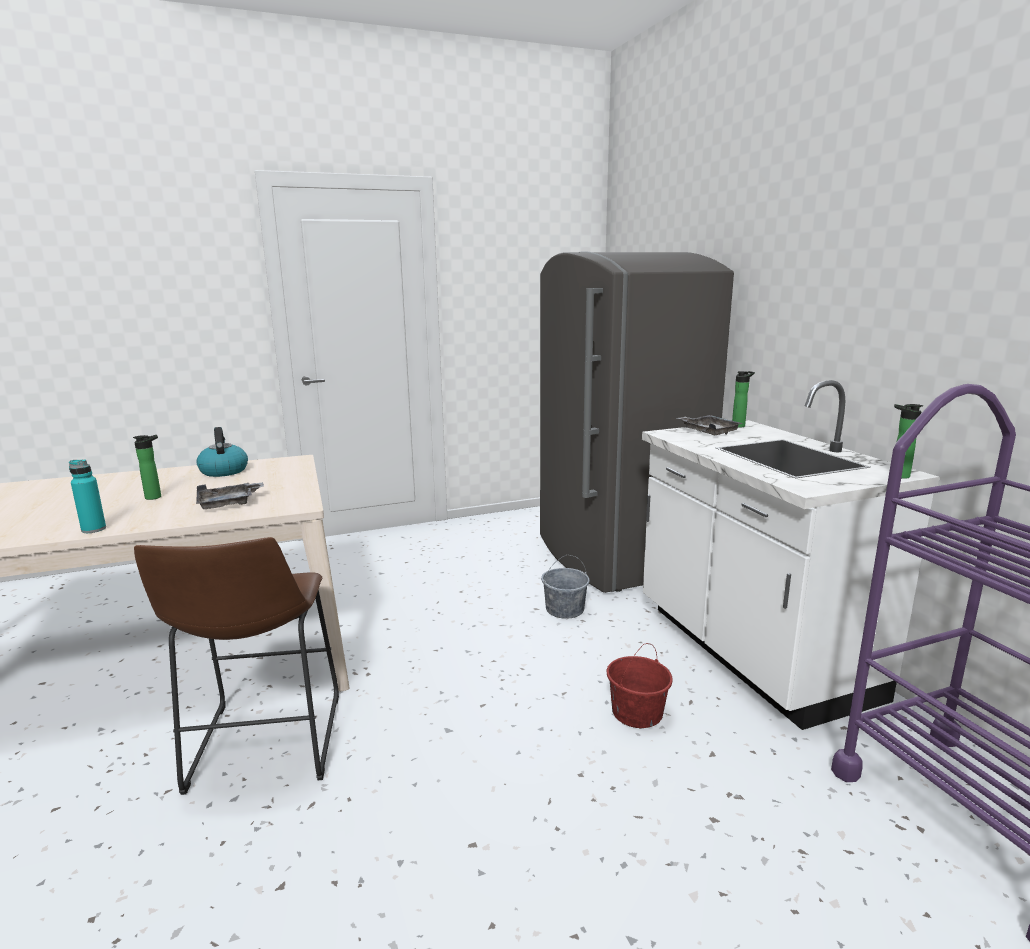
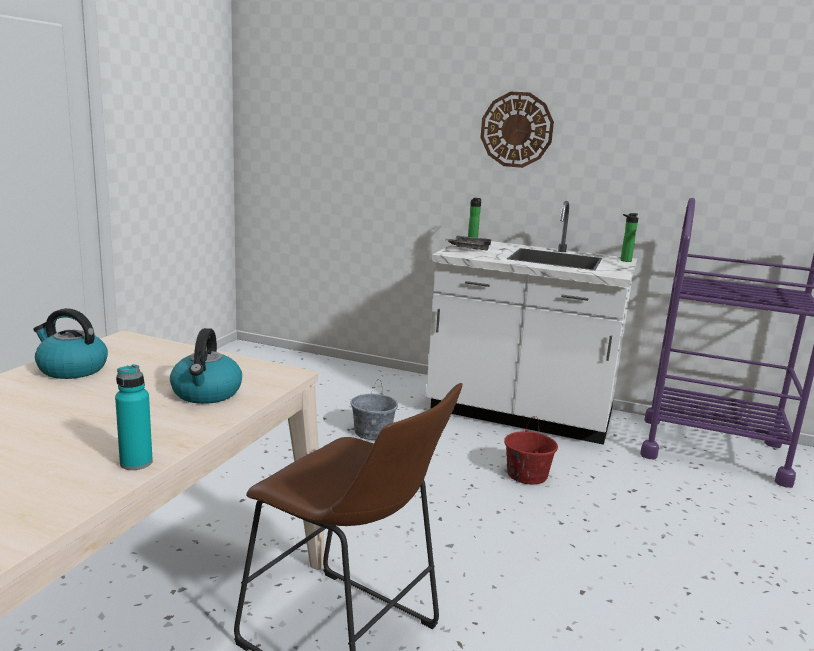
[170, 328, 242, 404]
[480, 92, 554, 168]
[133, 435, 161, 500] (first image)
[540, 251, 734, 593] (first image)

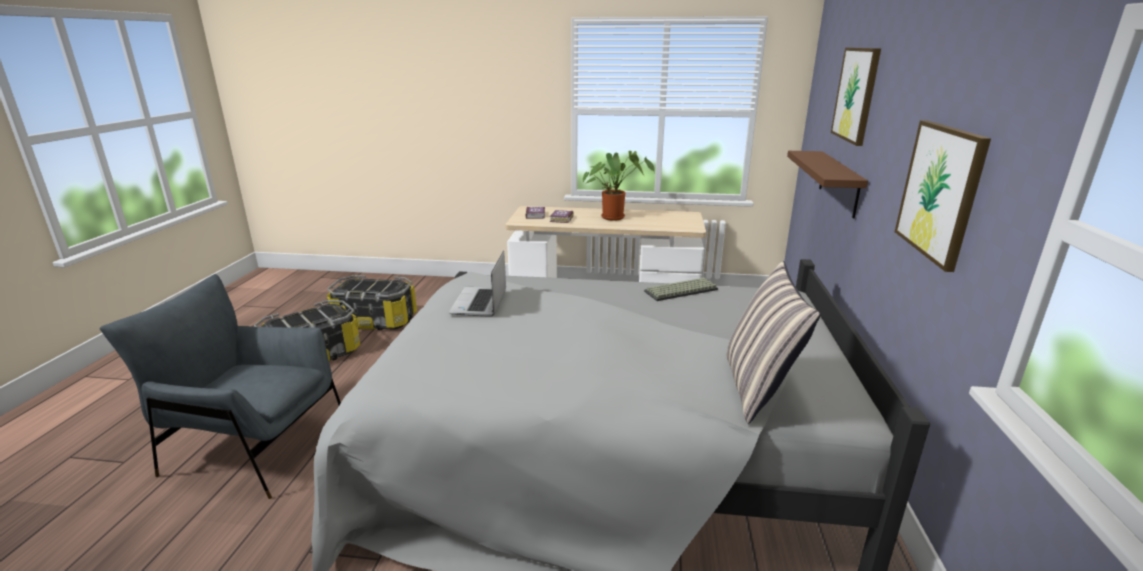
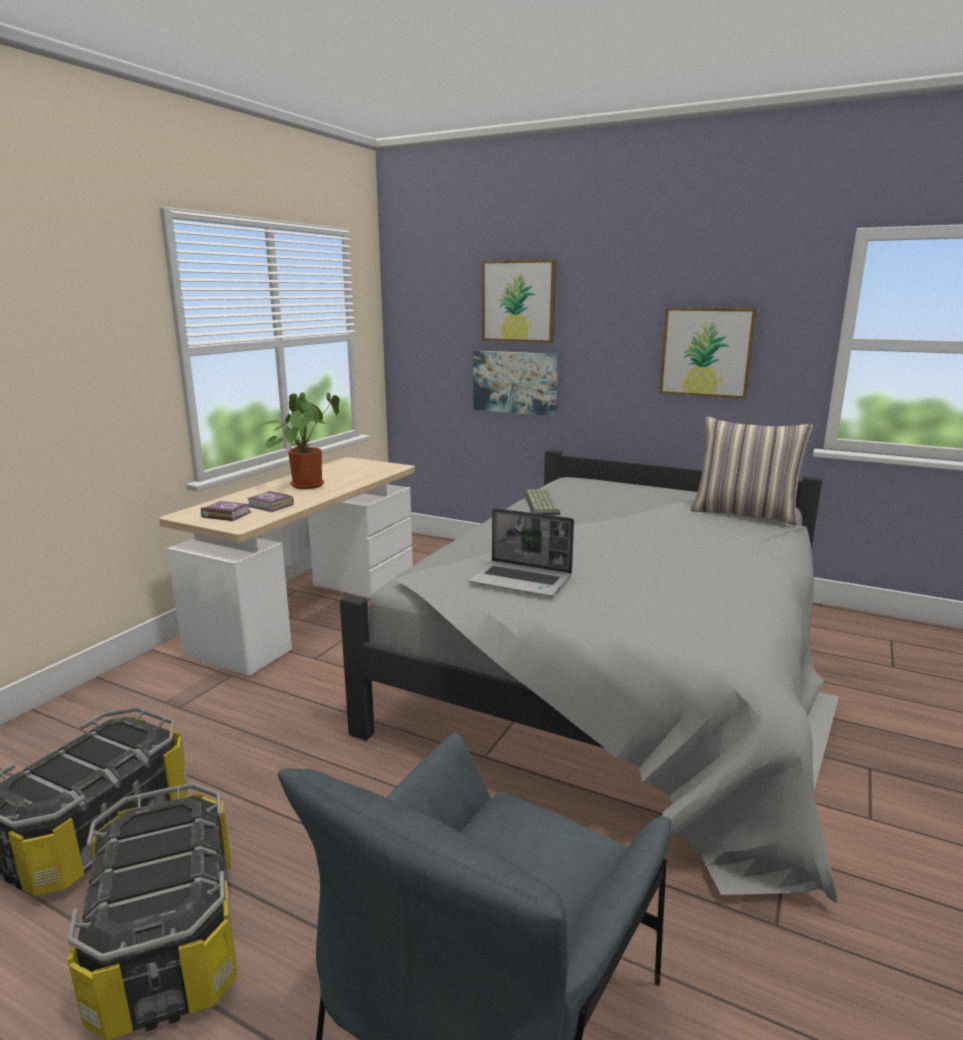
[473, 351, 558, 416]

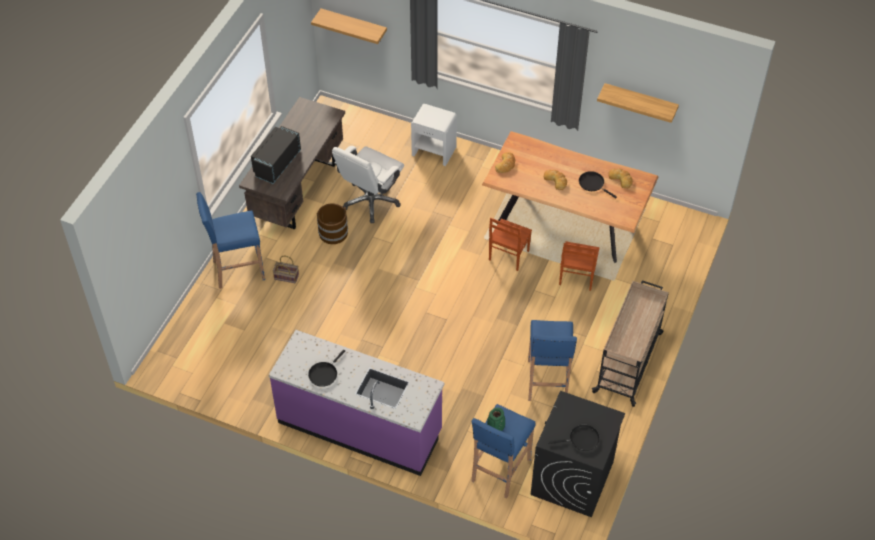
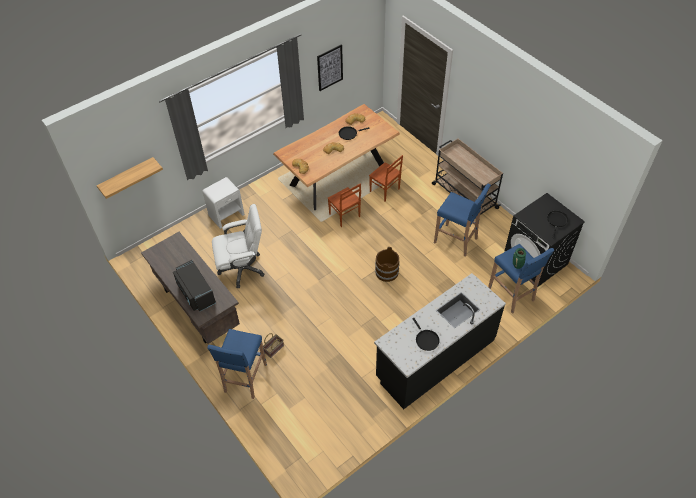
[212, 204, 264, 288]
[317, 44, 343, 91]
[374, 273, 506, 409]
[375, 247, 400, 282]

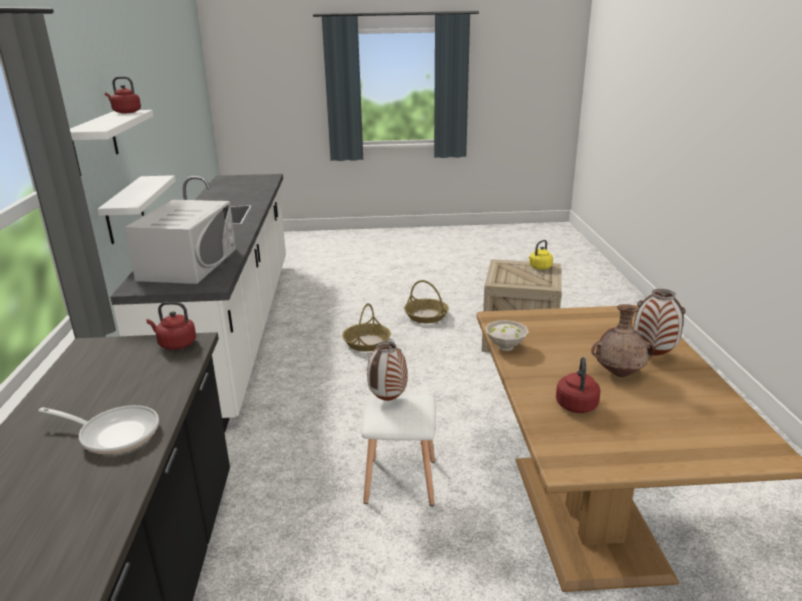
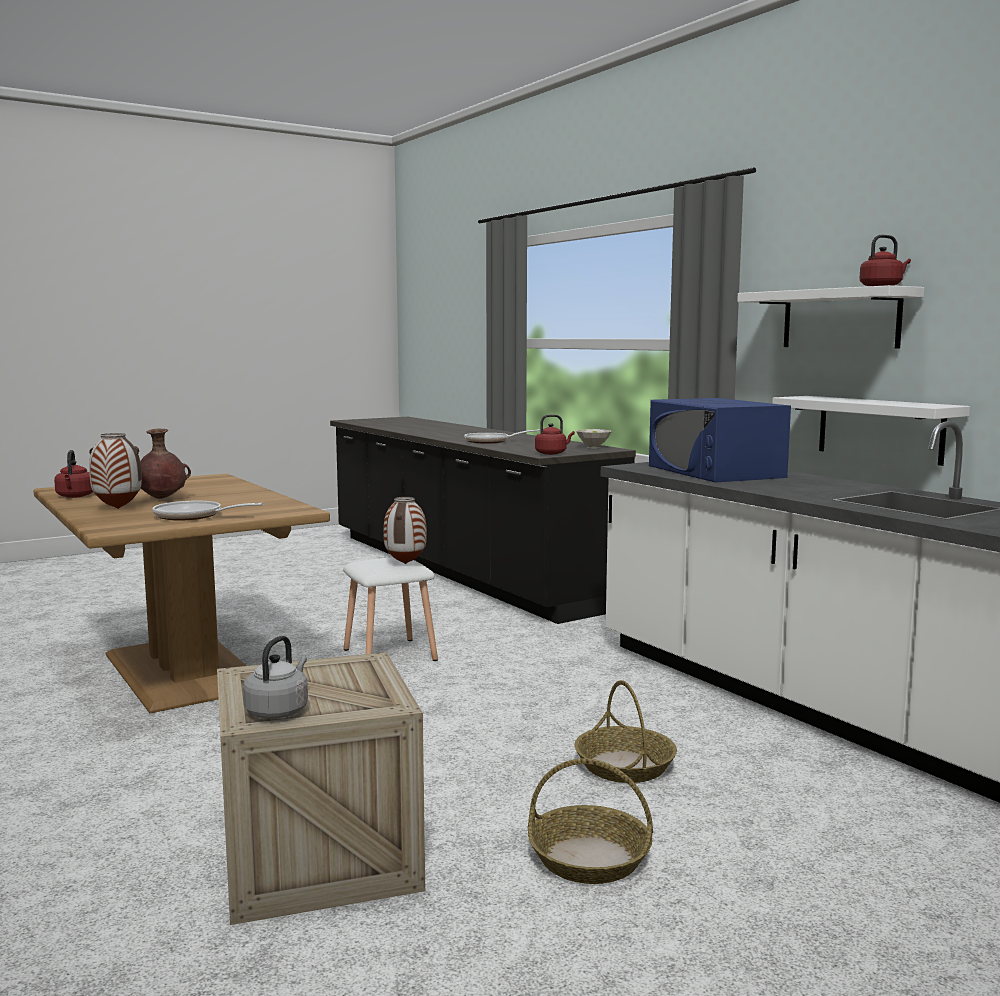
[54, 450, 93, 498]
[152, 501, 263, 521]
[243, 636, 308, 719]
[576, 429, 612, 448]
[649, 398, 791, 483]

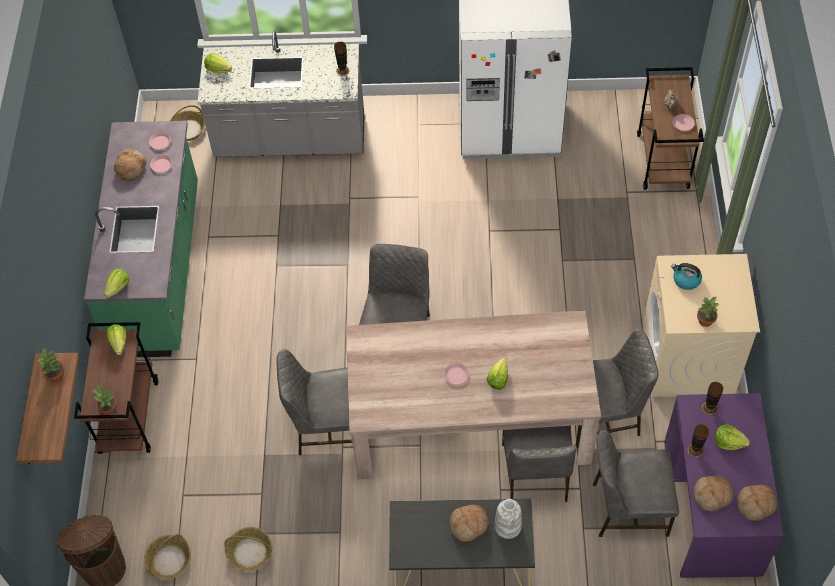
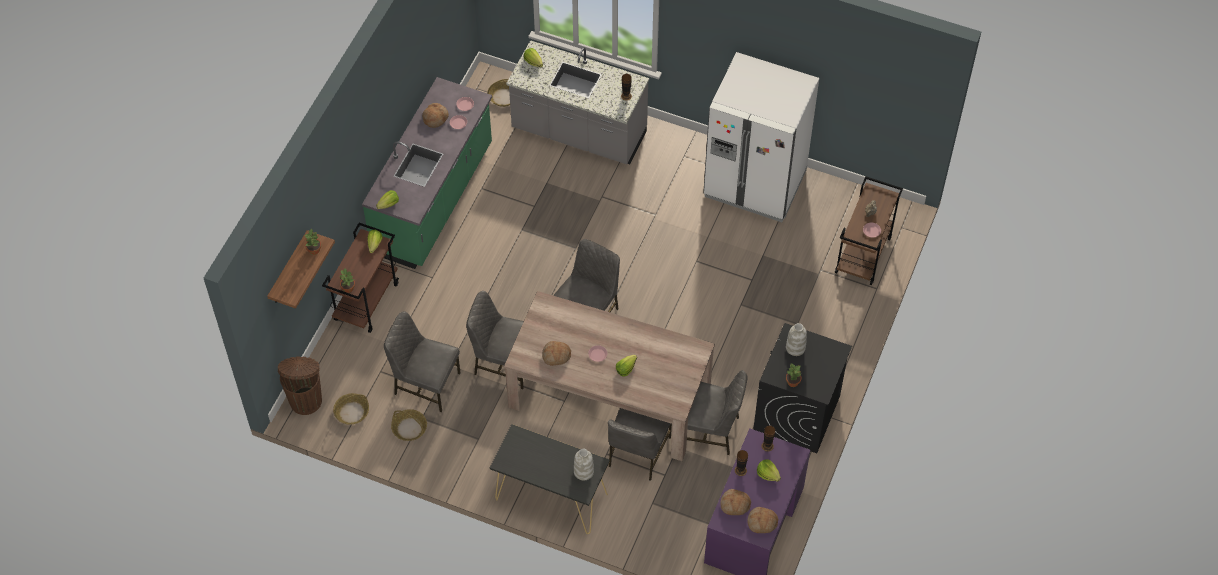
[384, 311, 460, 413]
[542, 341, 571, 366]
[753, 323, 852, 453]
[786, 323, 807, 356]

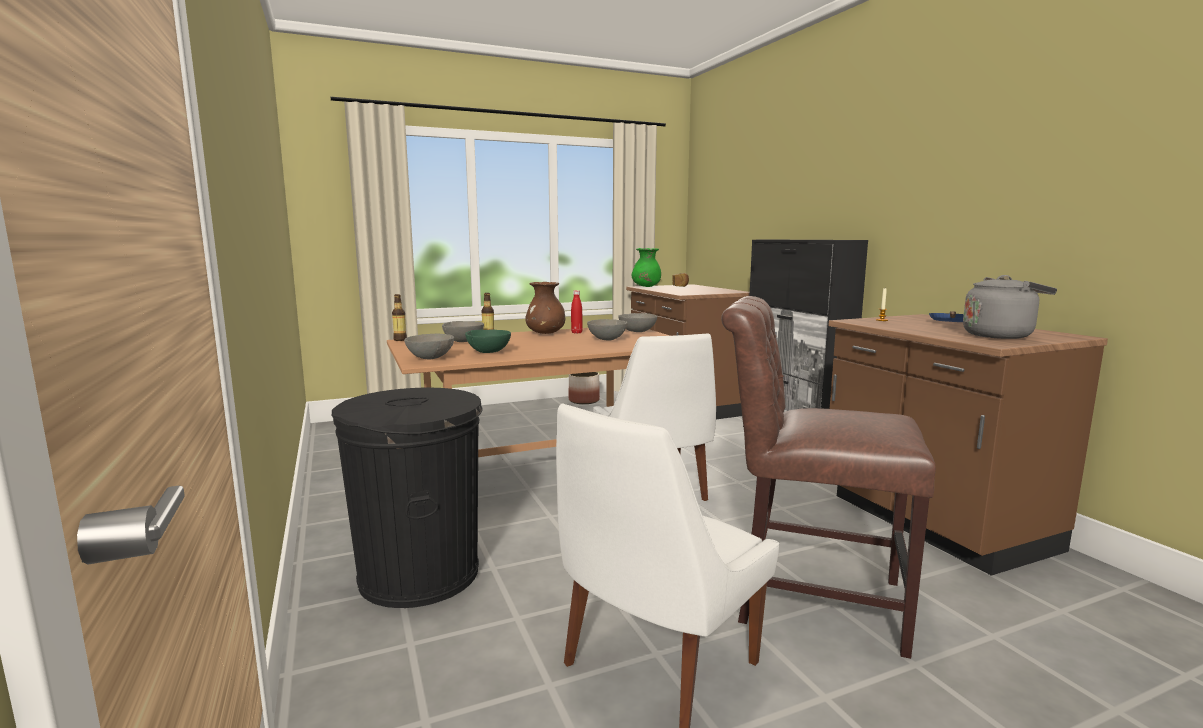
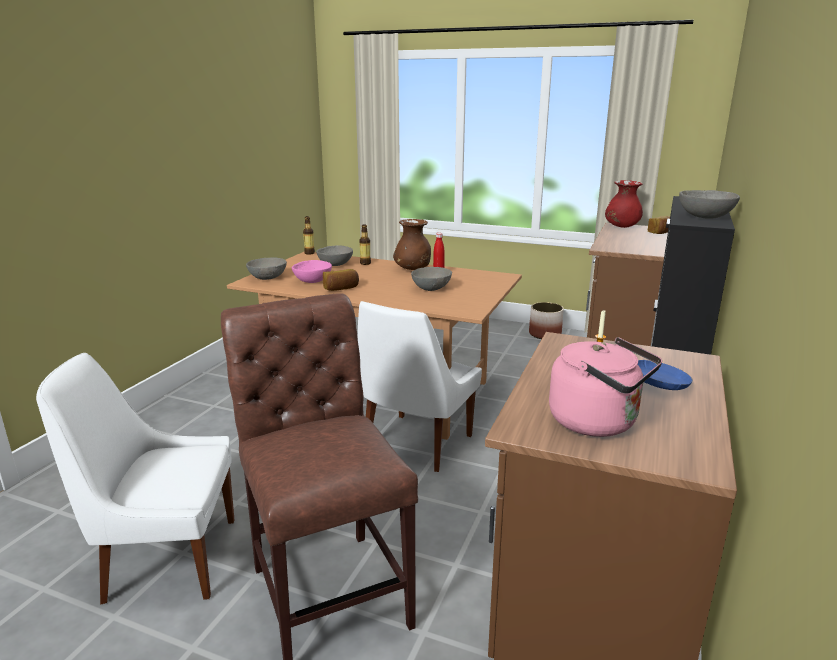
[292, 260, 332, 283]
[323, 269, 359, 291]
[549, 337, 662, 437]
[605, 180, 643, 228]
[679, 190, 740, 219]
[331, 388, 482, 608] (first image)

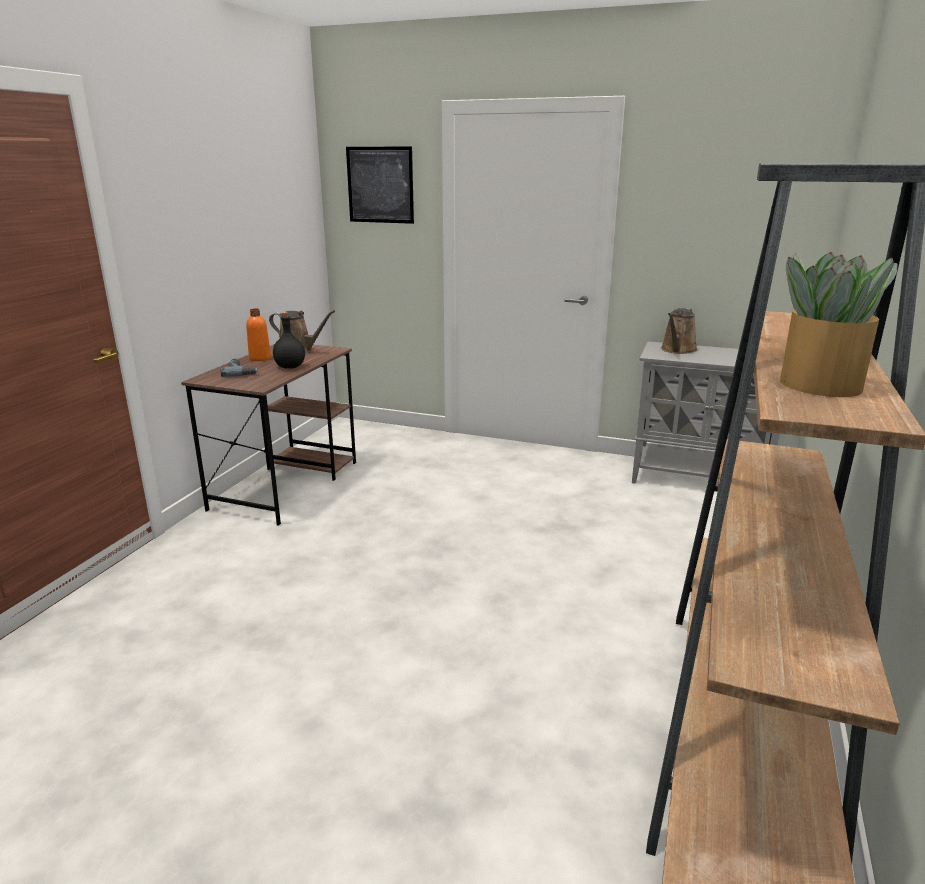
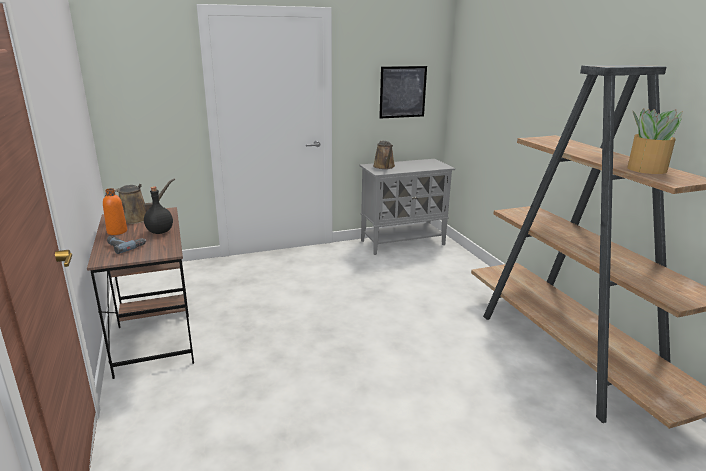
[379, 66, 427, 119]

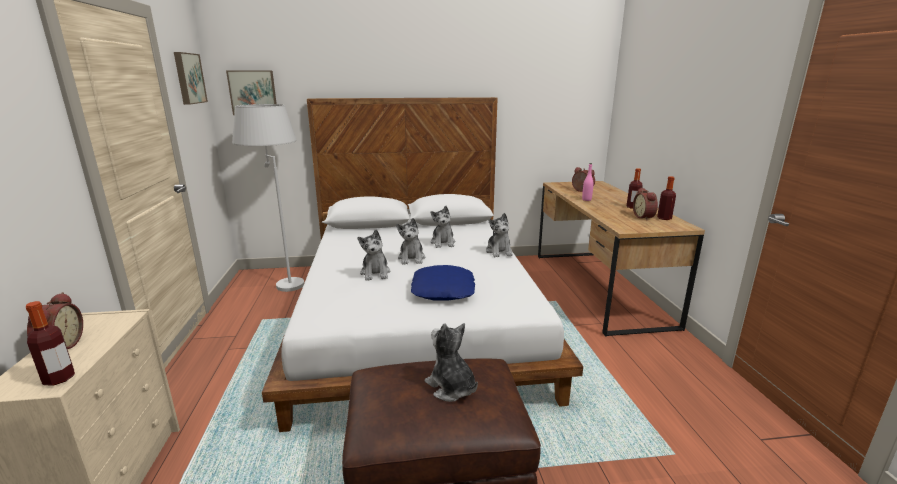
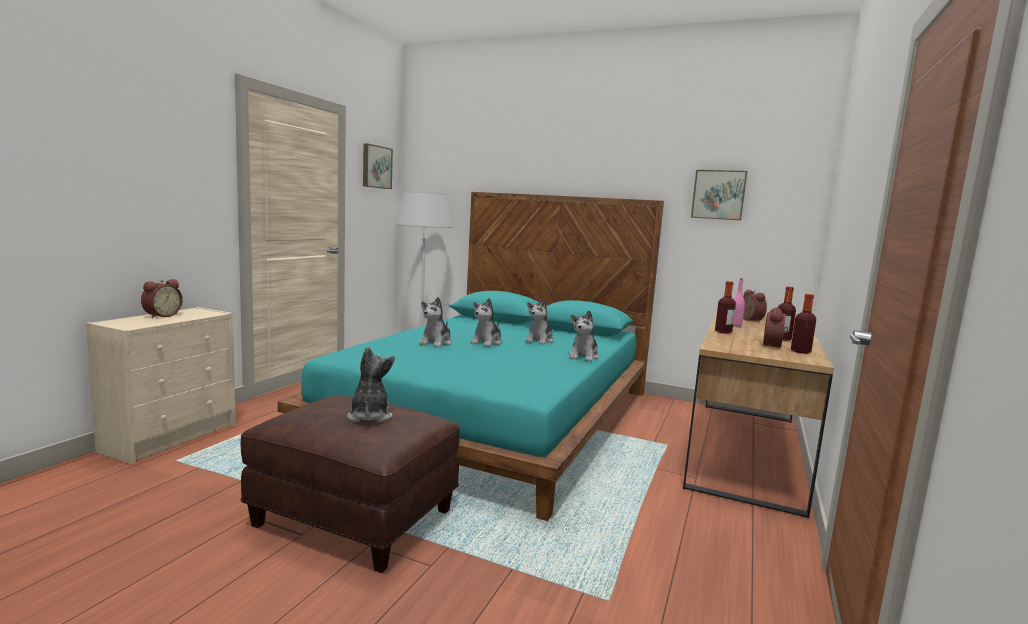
[278, 192, 664, 521]
[691, 170, 747, 220]
[715, 281, 736, 334]
[411, 265, 475, 301] (first image)

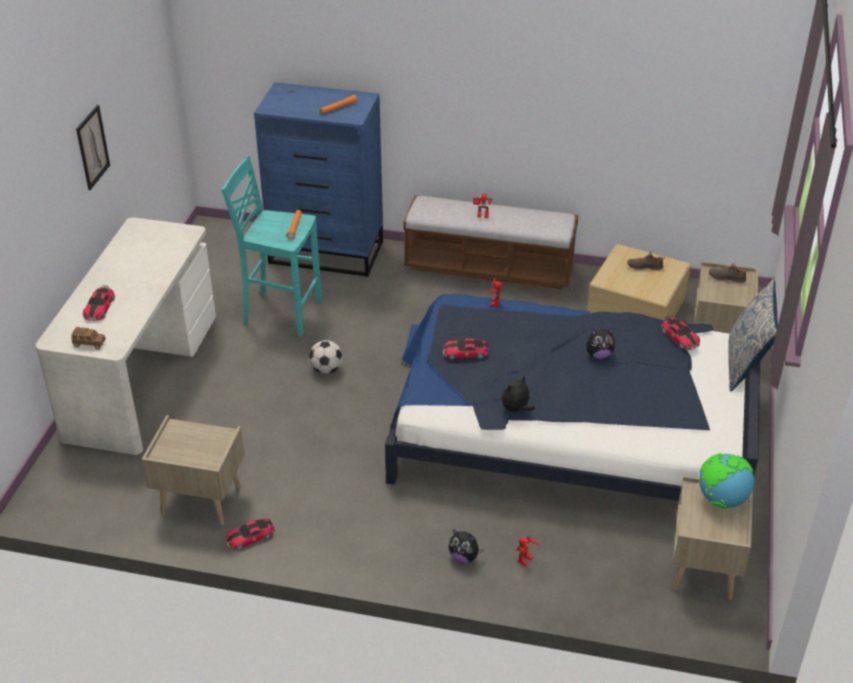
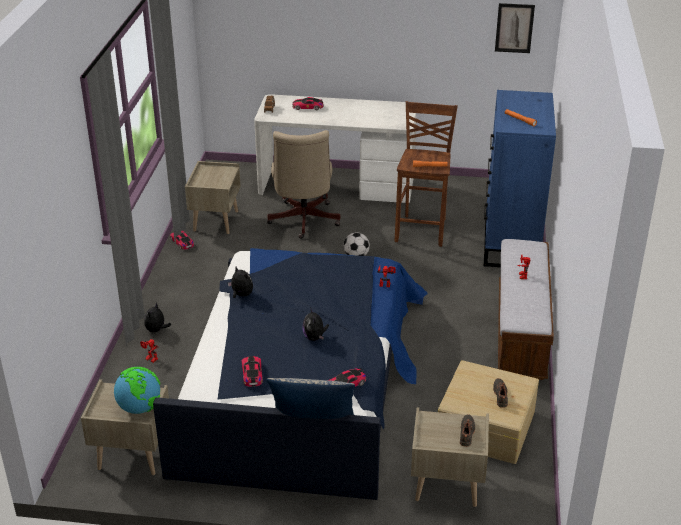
[242, 356, 263, 387]
[267, 130, 341, 239]
[395, 101, 458, 247]
[495, 3, 535, 53]

